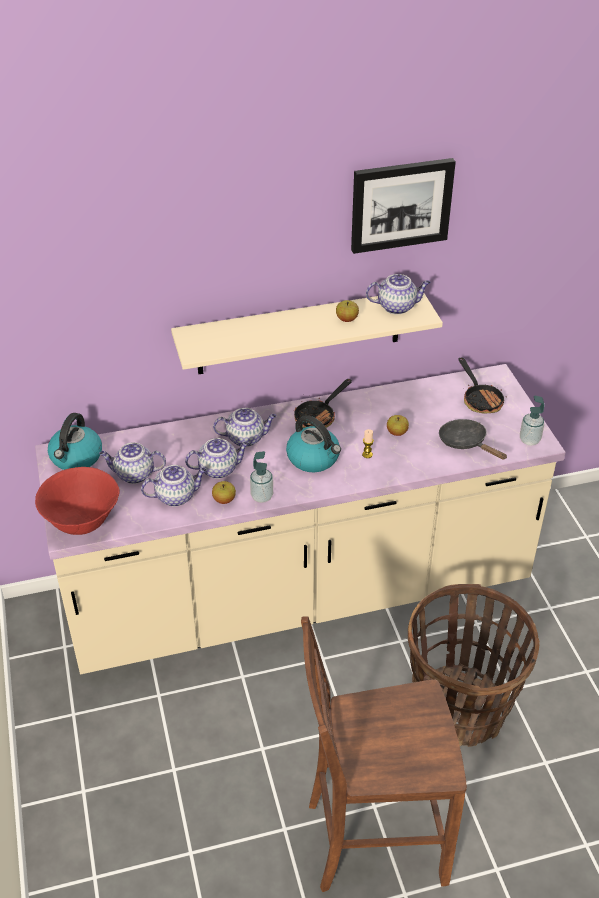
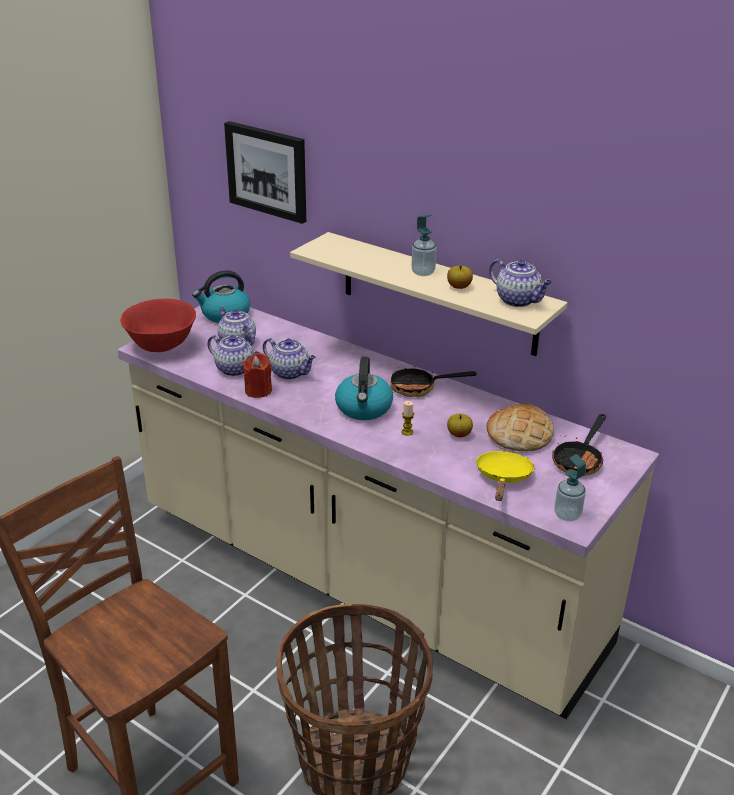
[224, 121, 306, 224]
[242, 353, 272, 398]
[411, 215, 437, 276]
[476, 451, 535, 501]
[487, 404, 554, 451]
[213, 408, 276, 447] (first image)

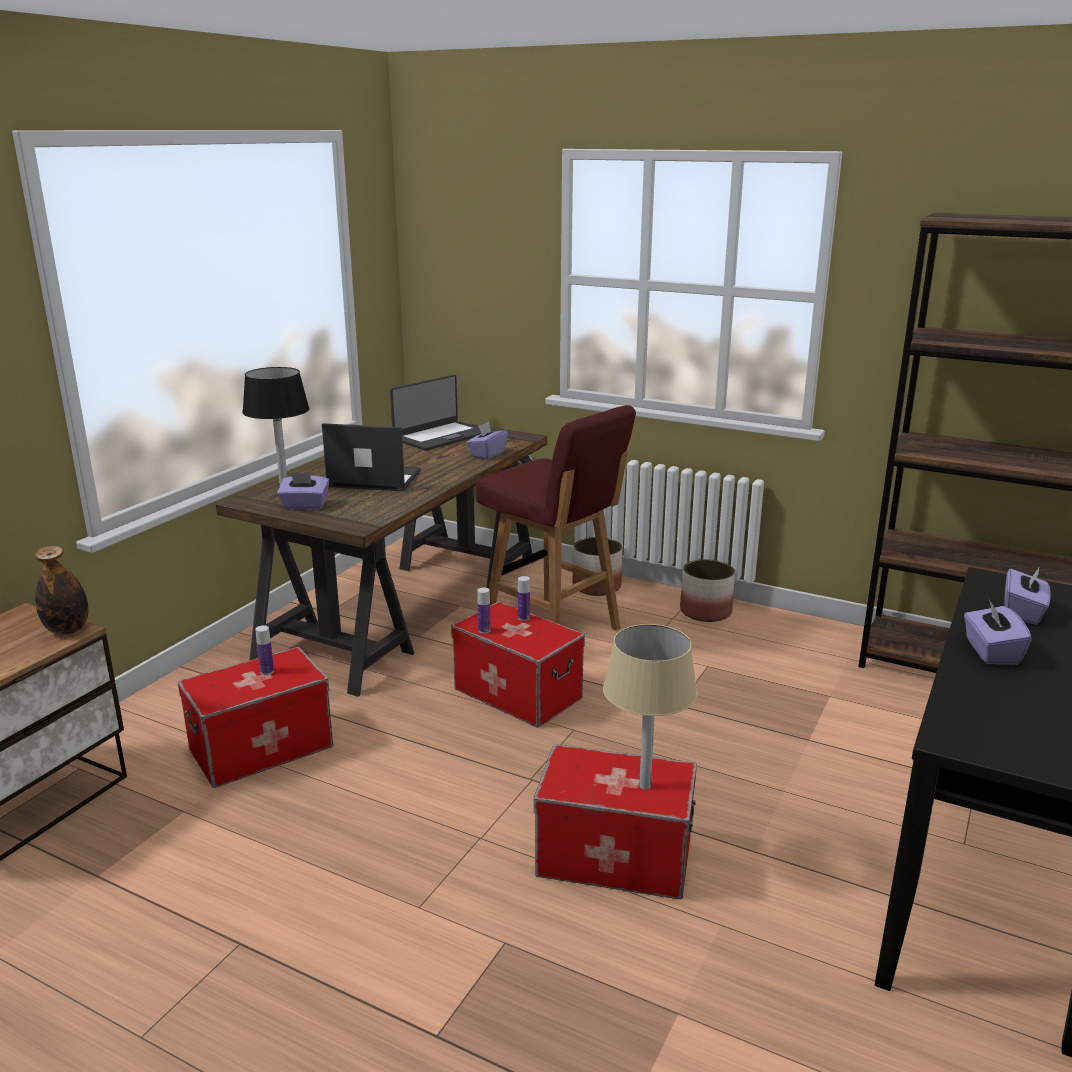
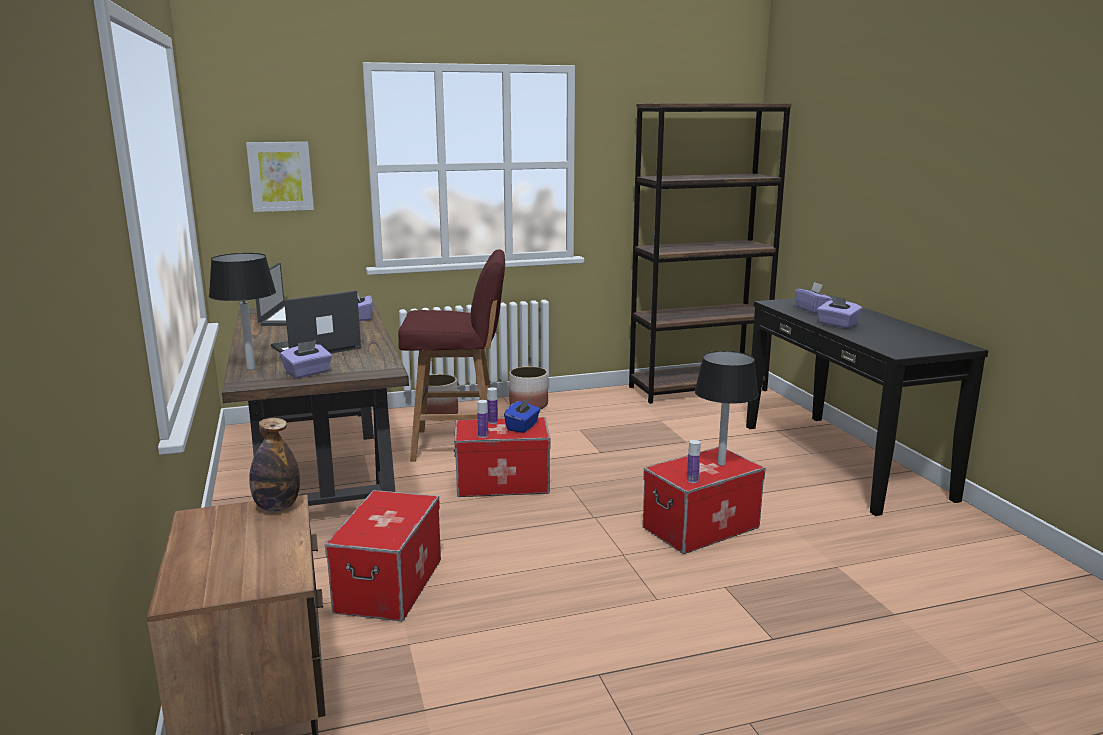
[246, 142, 314, 212]
[504, 398, 540, 433]
[687, 440, 701, 483]
[695, 351, 759, 466]

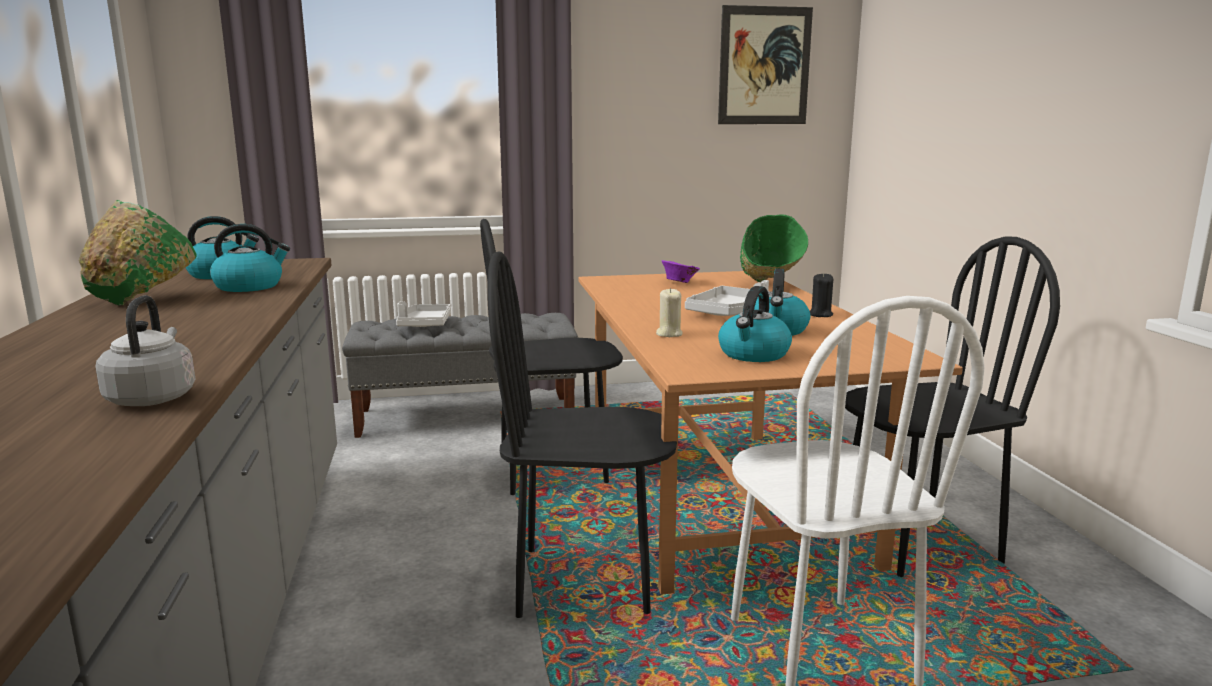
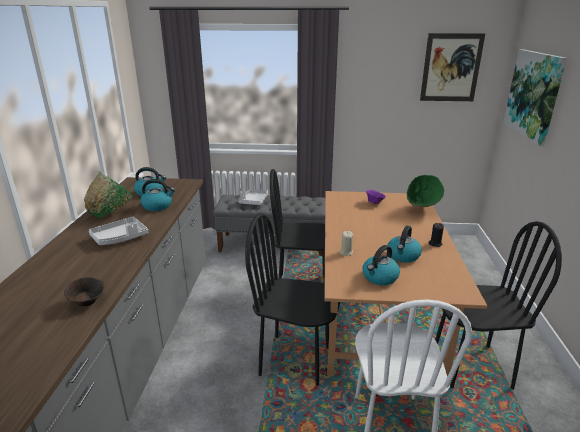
[64, 277, 105, 307]
[89, 217, 148, 245]
[503, 49, 567, 146]

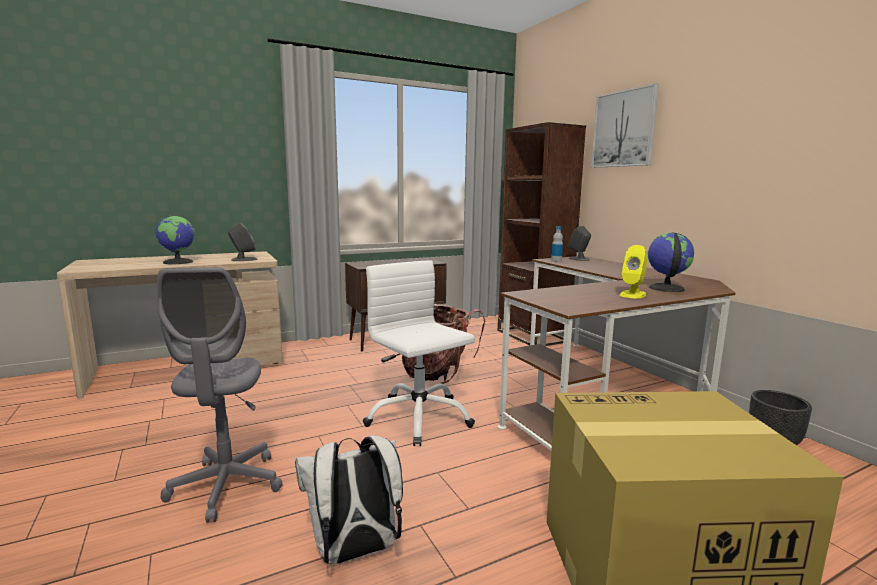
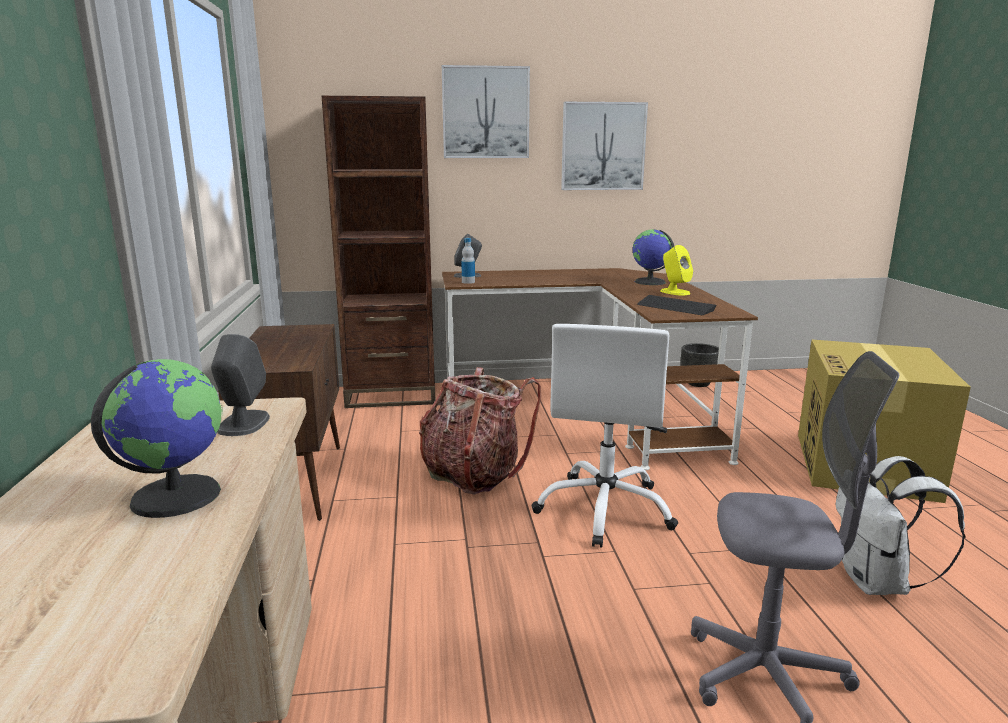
[531, 324, 678, 548]
[561, 102, 648, 190]
[637, 295, 717, 315]

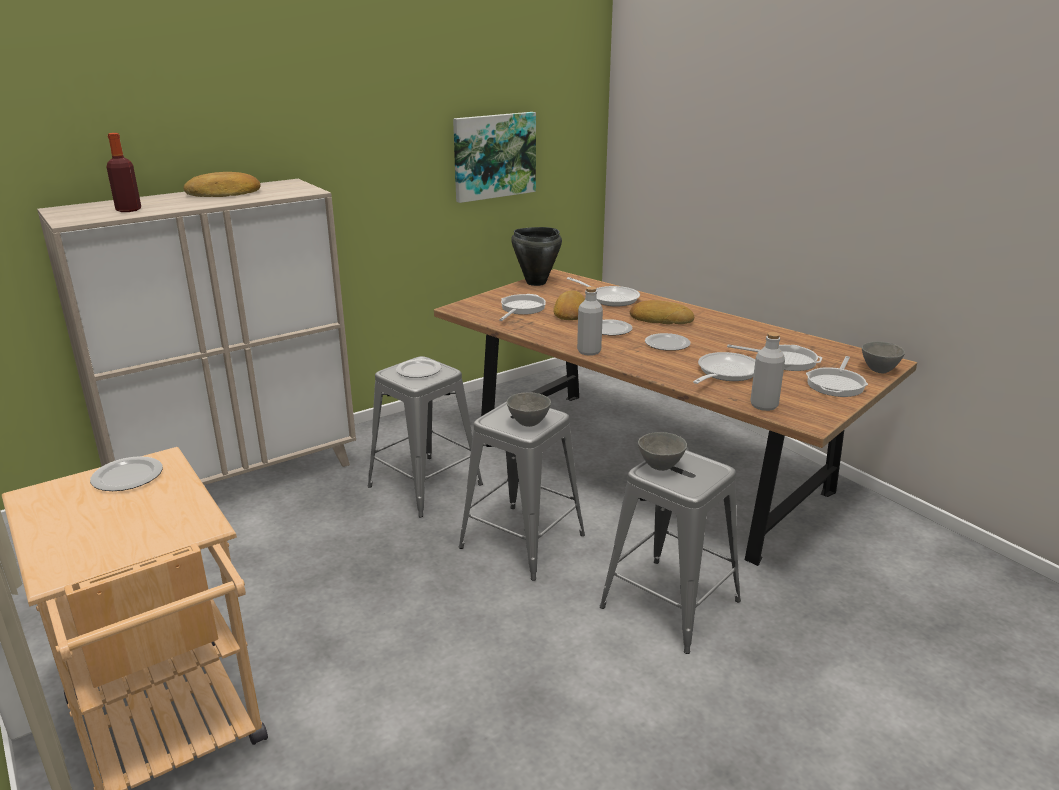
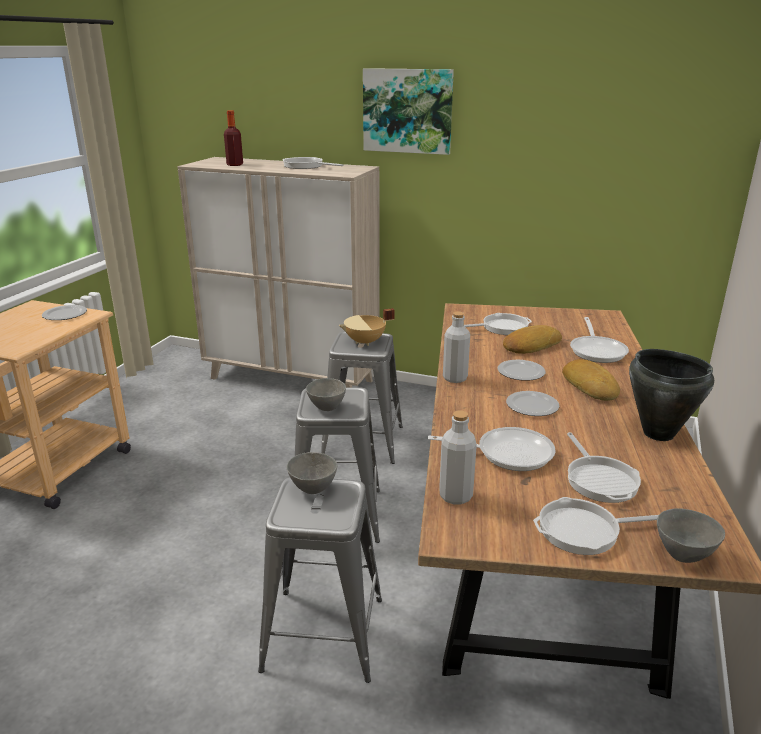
[282, 157, 343, 169]
[339, 308, 395, 346]
[363, 68, 454, 155]
[629, 349, 714, 441]

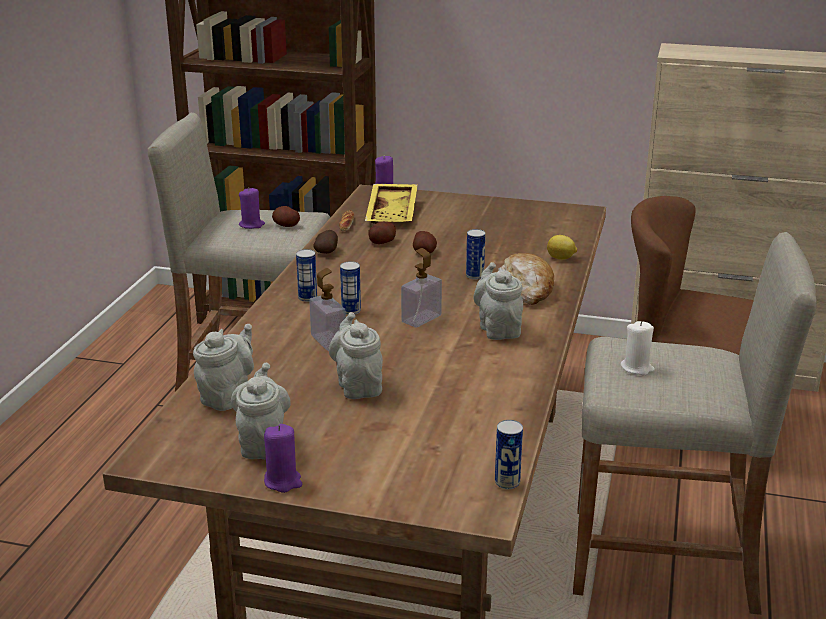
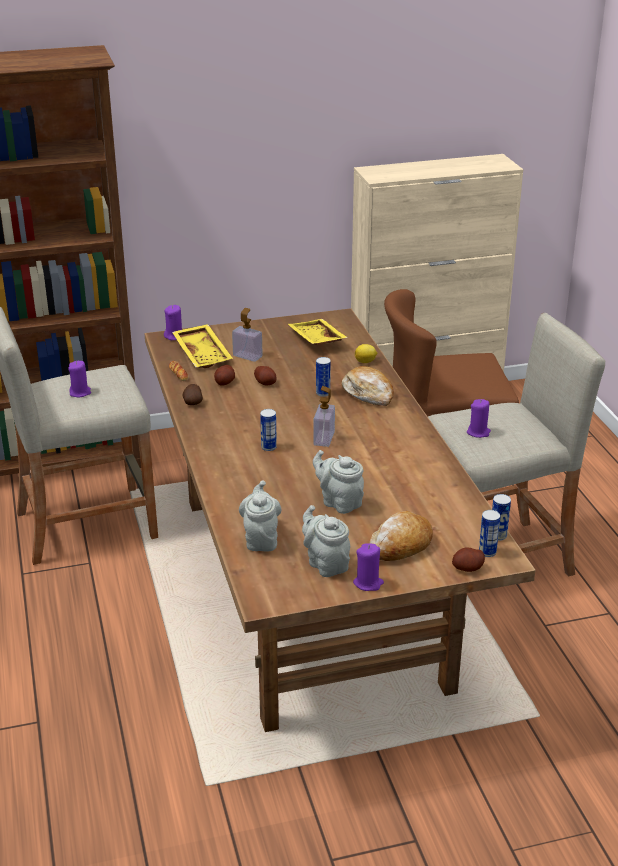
[232, 308, 263, 362]
[288, 319, 348, 345]
[369, 511, 433, 561]
[452, 547, 485, 572]
[467, 399, 491, 438]
[479, 510, 500, 557]
[473, 262, 523, 340] (first image)

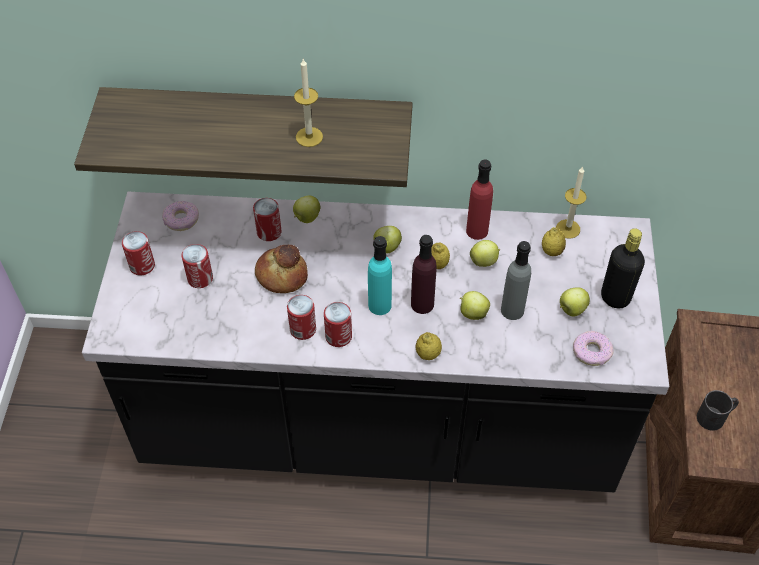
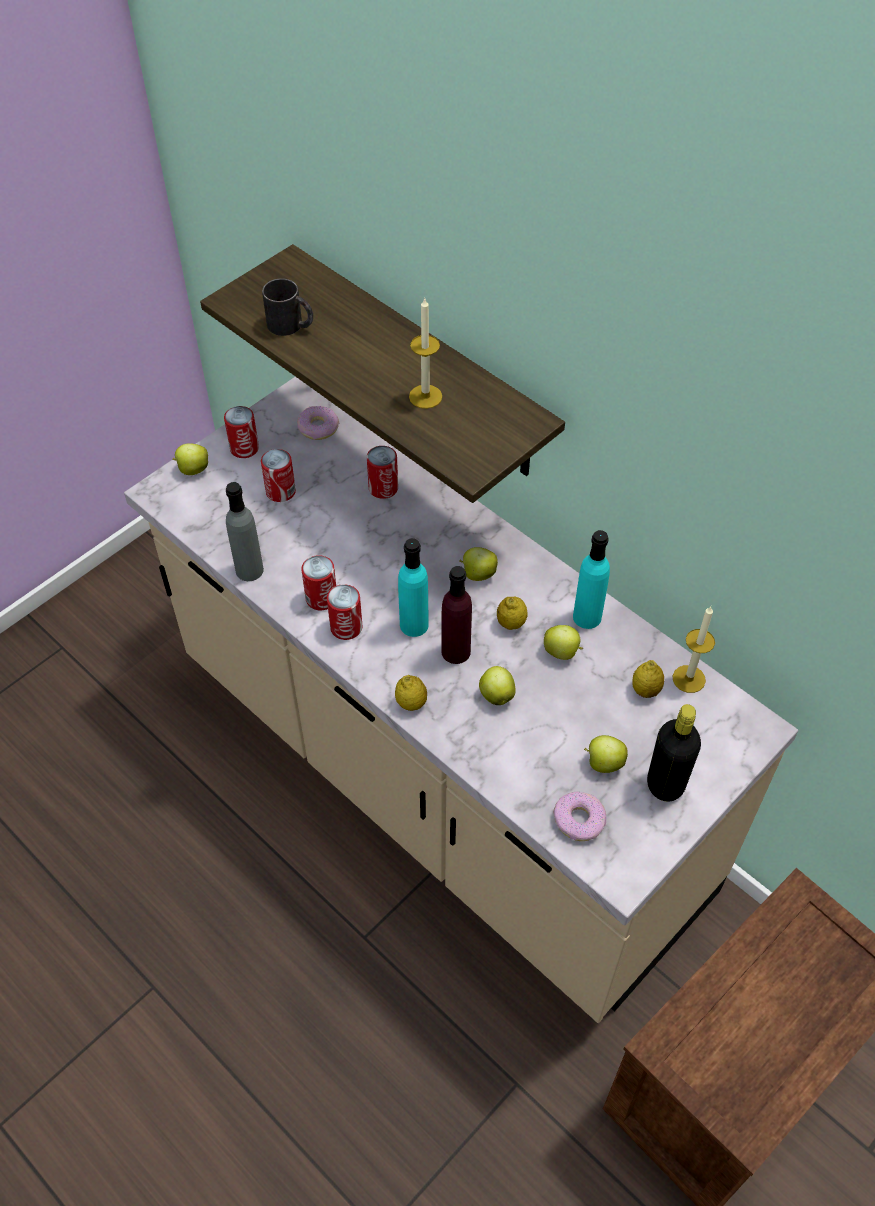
[124, 377, 798, 1023]
[172, 443, 208, 475]
[226, 482, 264, 581]
[262, 278, 313, 336]
[573, 530, 610, 629]
[255, 245, 308, 293] (first image)

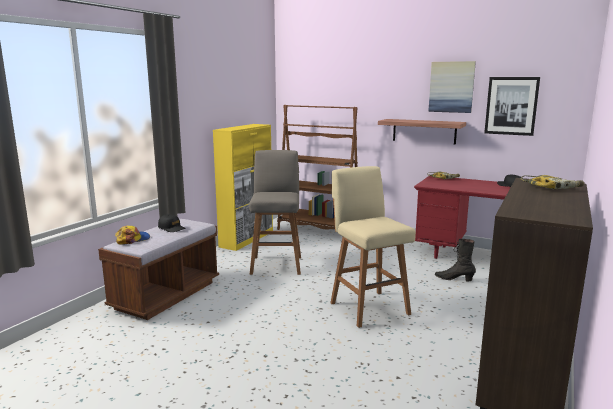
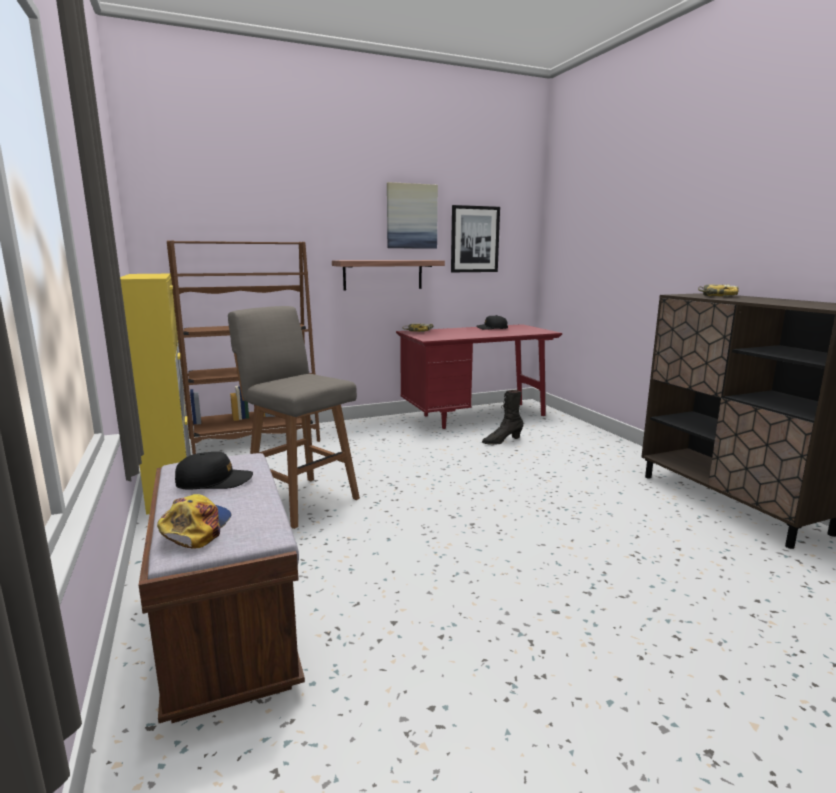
[330, 166, 416, 328] (first image)

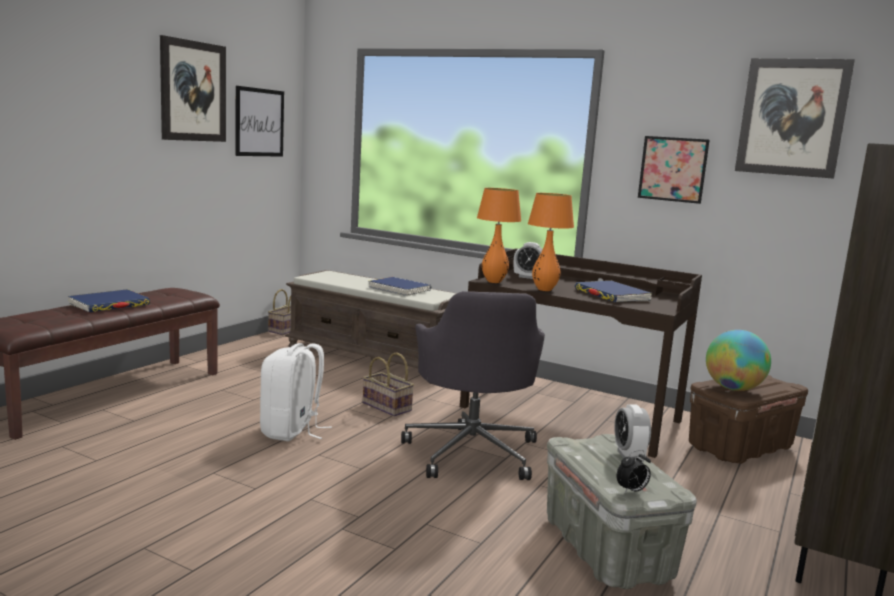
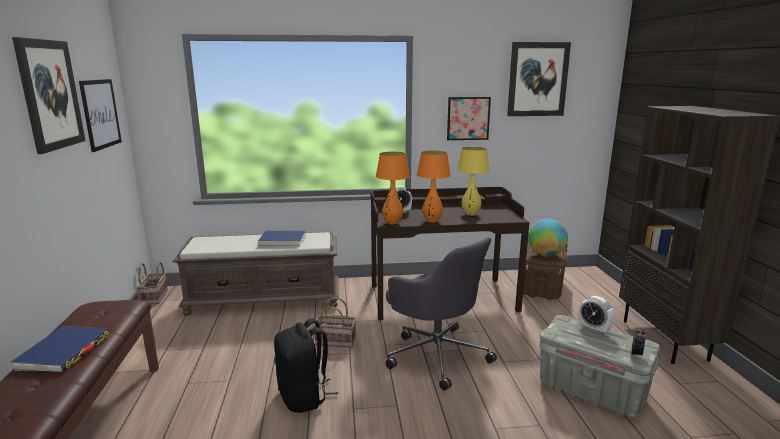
[274, 318, 338, 413]
[457, 147, 490, 216]

